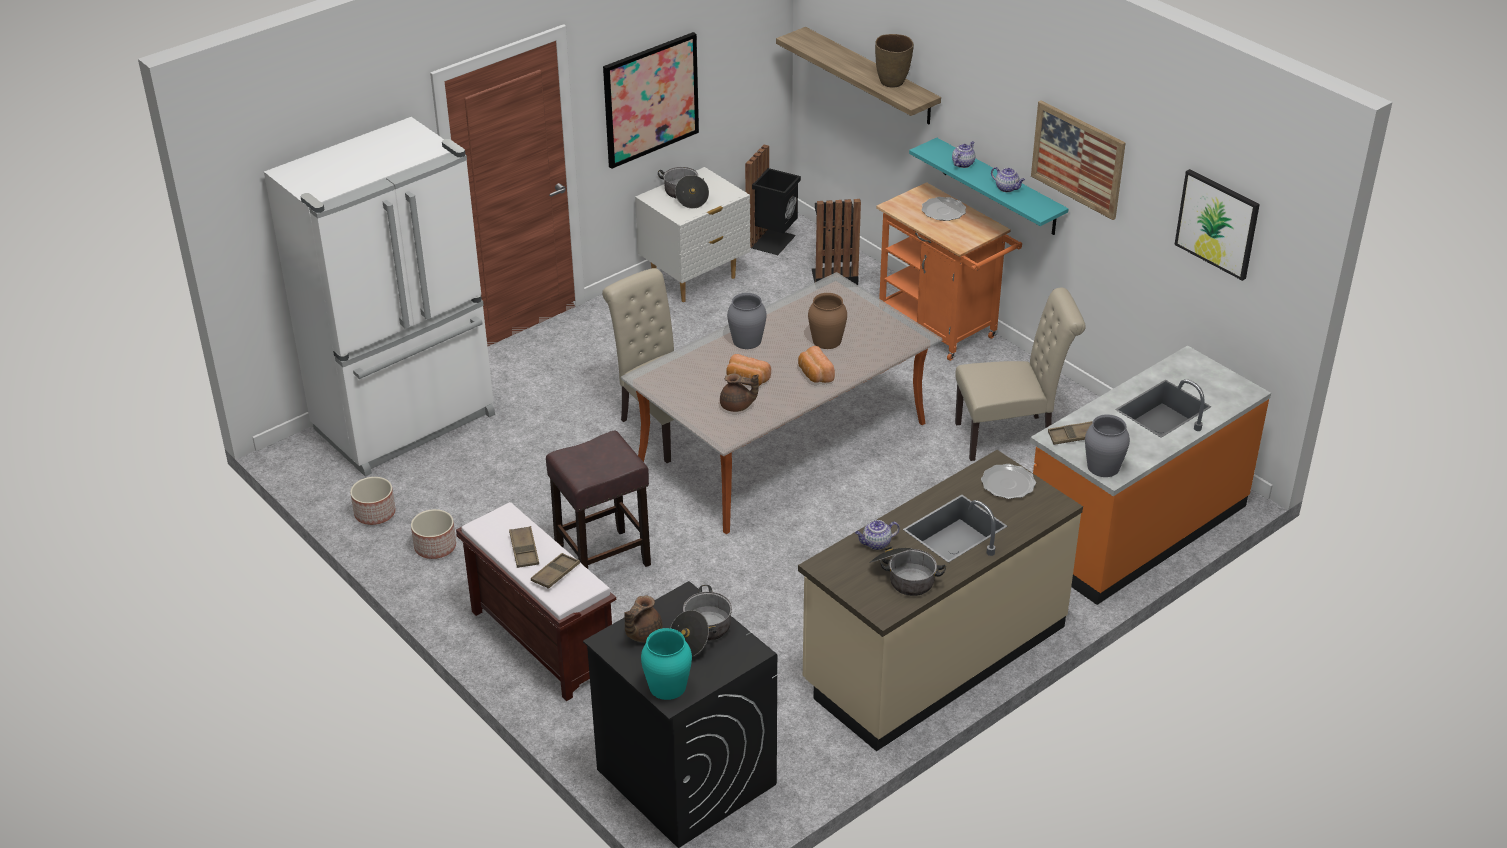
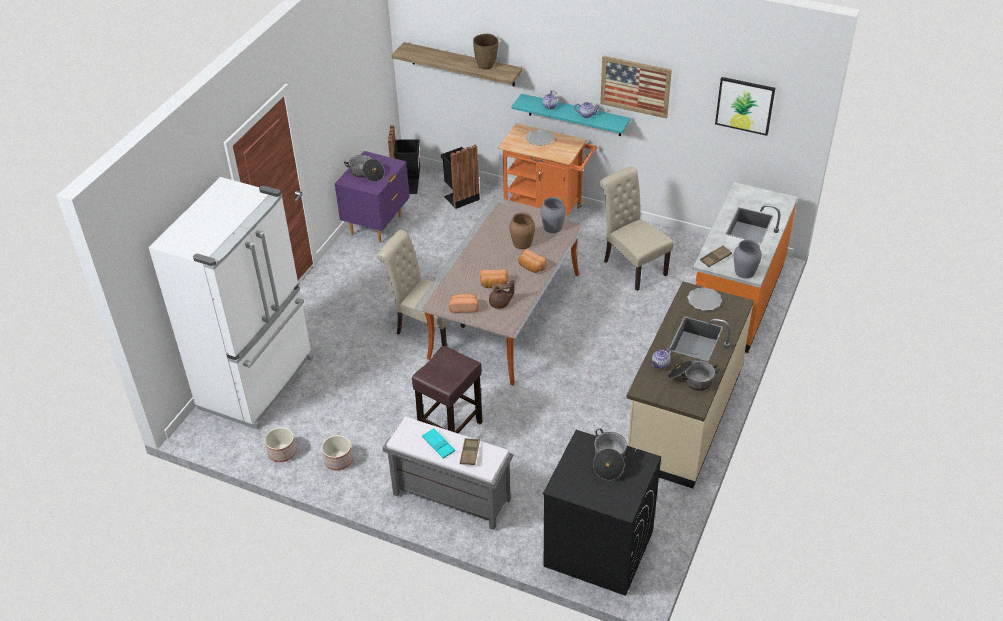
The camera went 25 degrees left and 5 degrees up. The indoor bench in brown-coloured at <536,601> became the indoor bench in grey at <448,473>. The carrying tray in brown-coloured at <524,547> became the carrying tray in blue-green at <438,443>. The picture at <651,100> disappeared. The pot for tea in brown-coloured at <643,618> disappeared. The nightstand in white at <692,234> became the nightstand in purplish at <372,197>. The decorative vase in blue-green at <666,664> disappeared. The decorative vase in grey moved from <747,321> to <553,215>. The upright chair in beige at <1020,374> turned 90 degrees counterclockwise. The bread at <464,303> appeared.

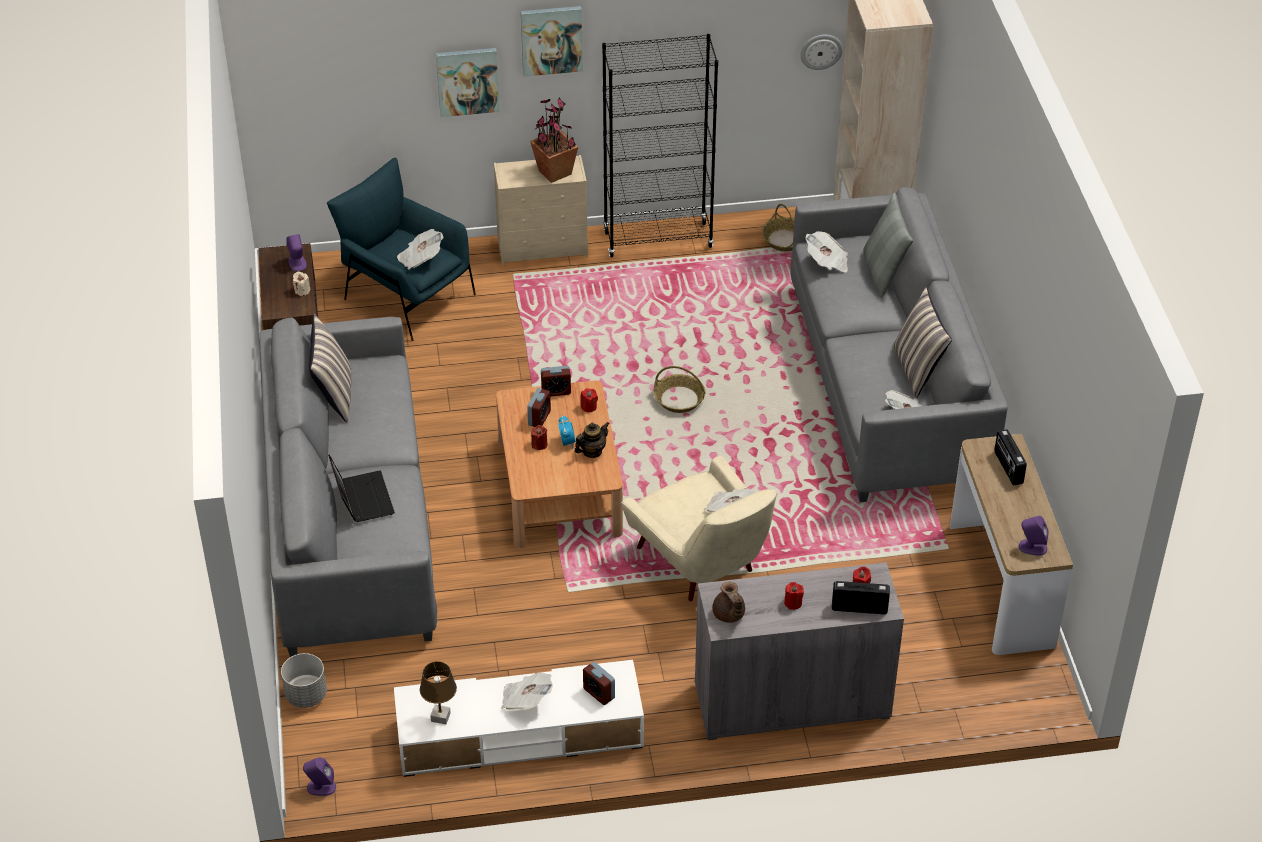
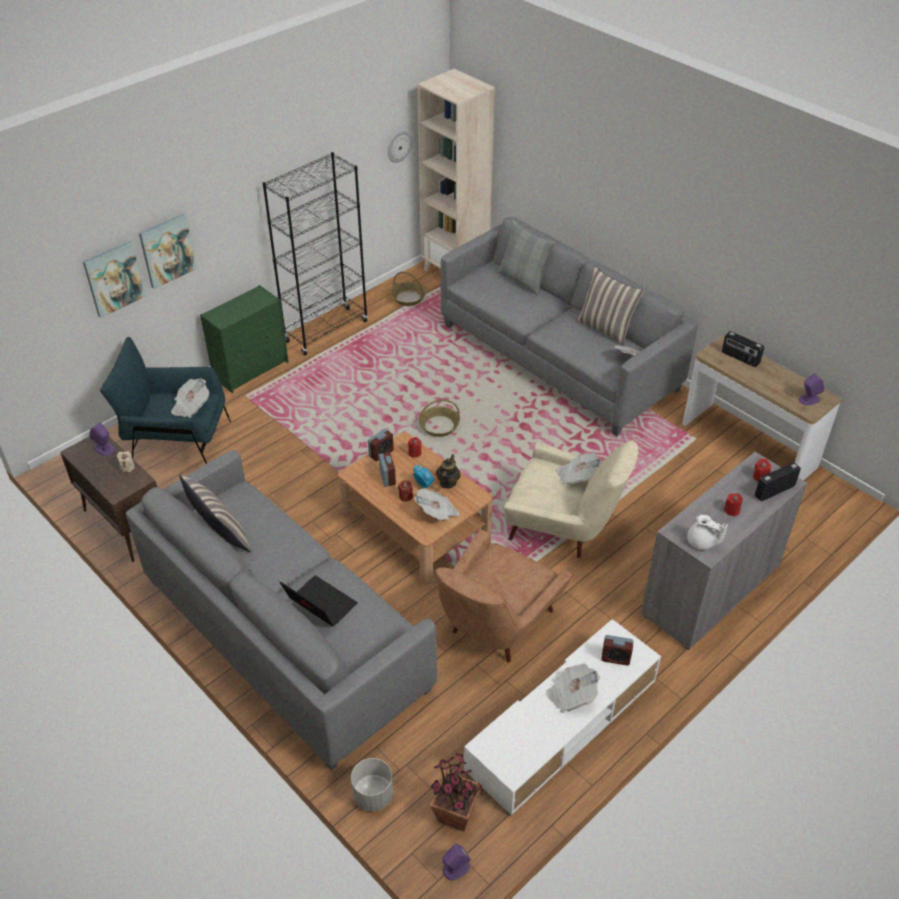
The camera went 35 degrees left and 0 degrees up. The tabletop lamp in brown-coloured at <438,692> disappeared. The chest of drawers in beige at <541,210> became the chest of drawers in green at <244,339>. The picture moved from <552,41> to <114,279>. The houseplant moved from <554,140> to <456,792>. The pot for tea in brown-coloured at <728,602> became the pot for tea in white at <707,532>. The newspaper moved from <826,251> to <437,504>. The armchair in brown-coloured at <504,596> appeared.

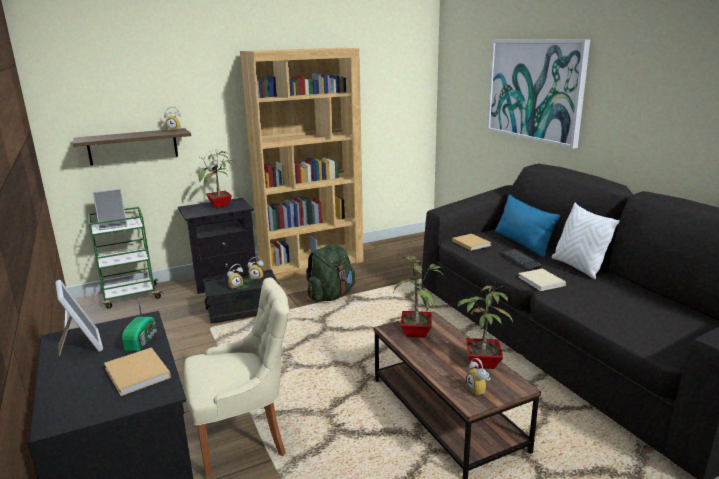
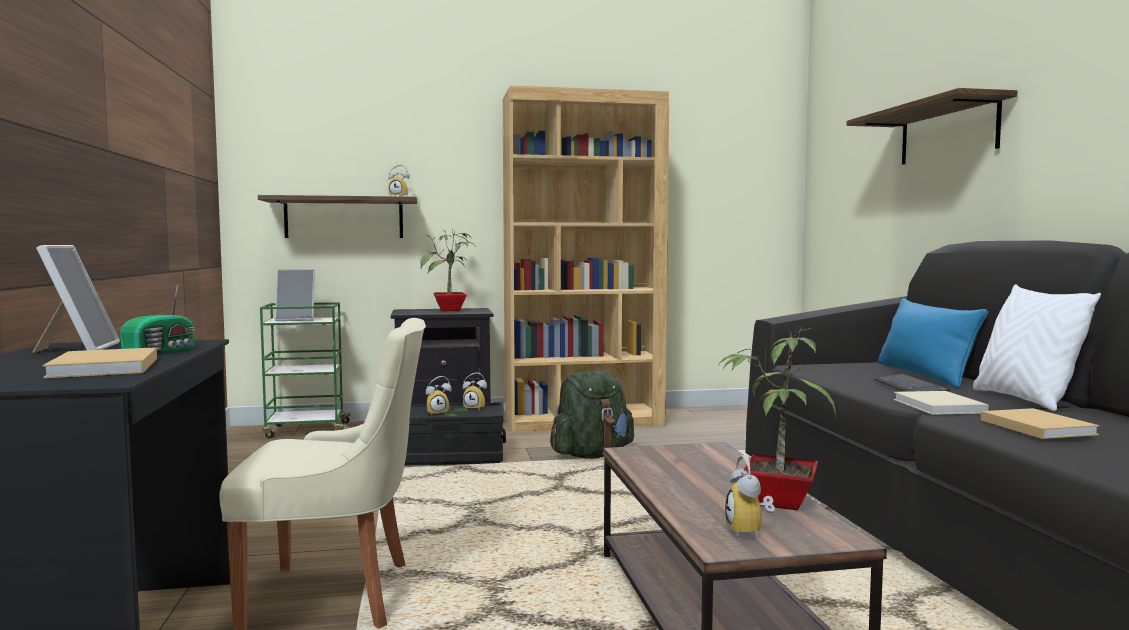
The camera went 15 degrees right and 15 degrees down. The houseplant at <418,297> disappeared. The bound book in beige moved from <471,242> to <1040,423>. The picture at <538,94> was replaced by the wall shelf at <931,126>.

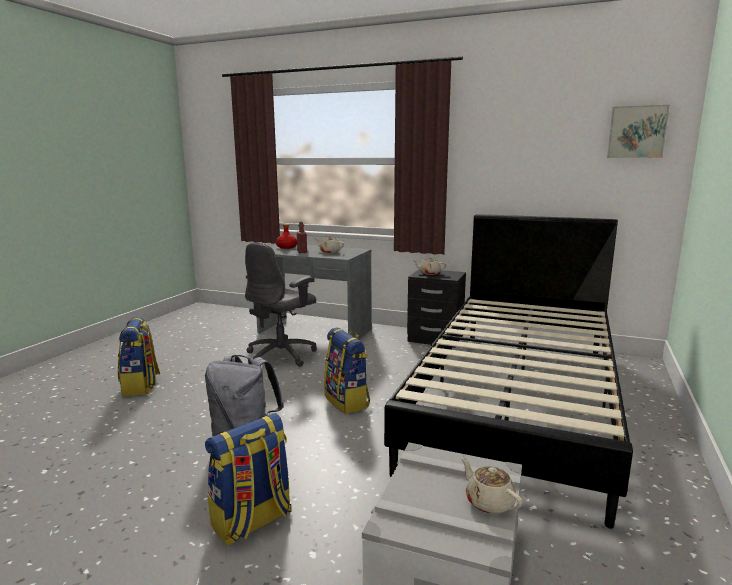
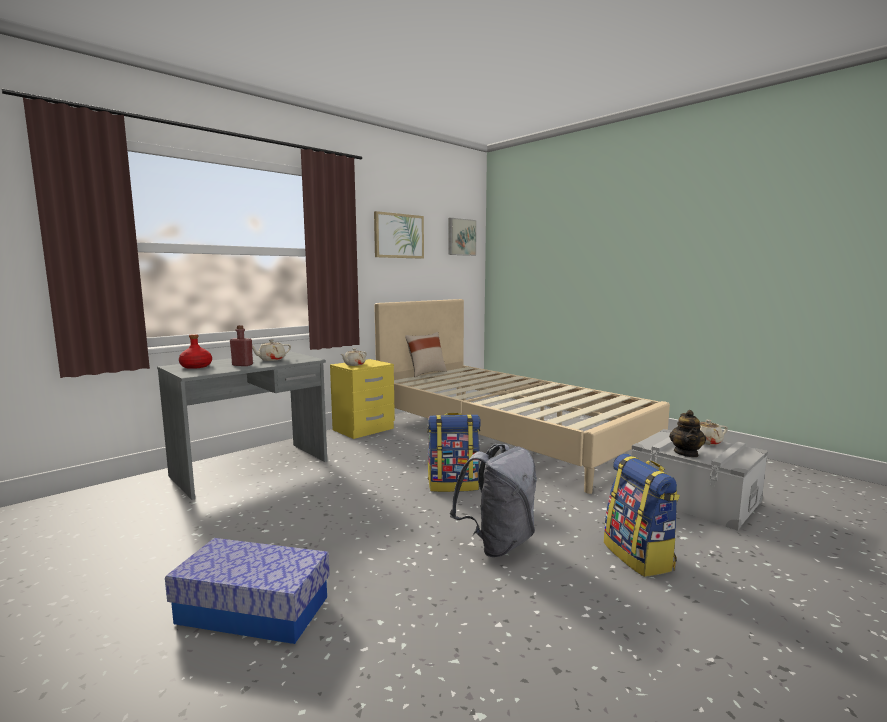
The camera went 65 degrees left and 5 degrees down. The backpack at <139,357> was replaced by the storage container at <247,591>. The computer chair in grey at <281,305> disappeared. The sleeping bed in black at <508,371> became the sleeping bed in beige at <522,396>. The nightstand in black at <436,308> became the nightstand in yellowish at <362,399>. The picture at <399,235> appeared. The pillow in beige at <426,354> appeared. The pot for tea at <687,433> appeared.

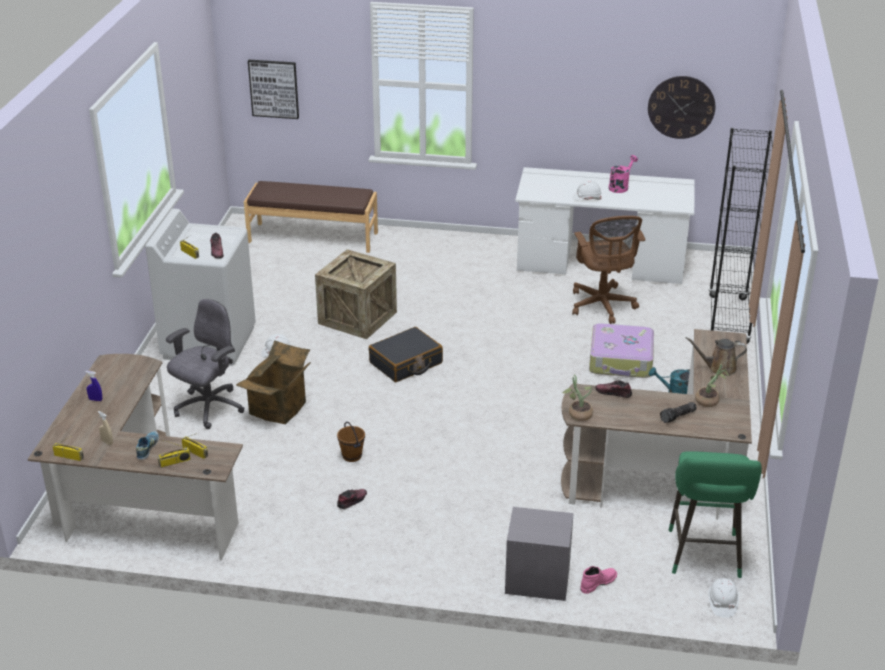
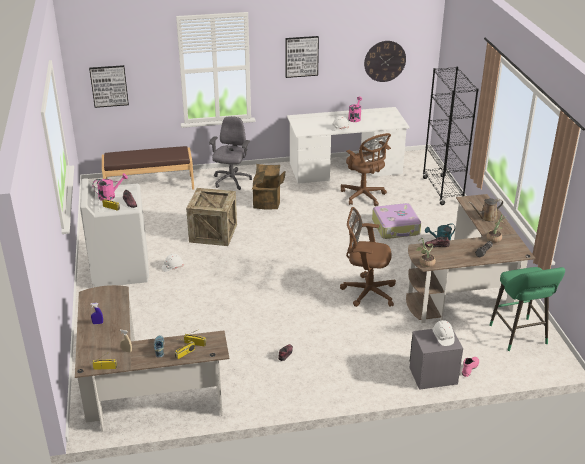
The camera went 20 degrees left and 0 degrees up. The computer chair in grey moved from <205,364> to <230,153>. The packing box moved from <273,382> to <268,186>. The water bucket in brown-coloured at <351,442> disappeared. The piece of luggage in black at <406,354> disappeared. The hard hat in white moved from <723,598> to <443,333>. The watering pot in pinkish at <110,187> appeared. The picture at <302,57> appeared. The computer chair in brown-coloured at <368,257> appeared.

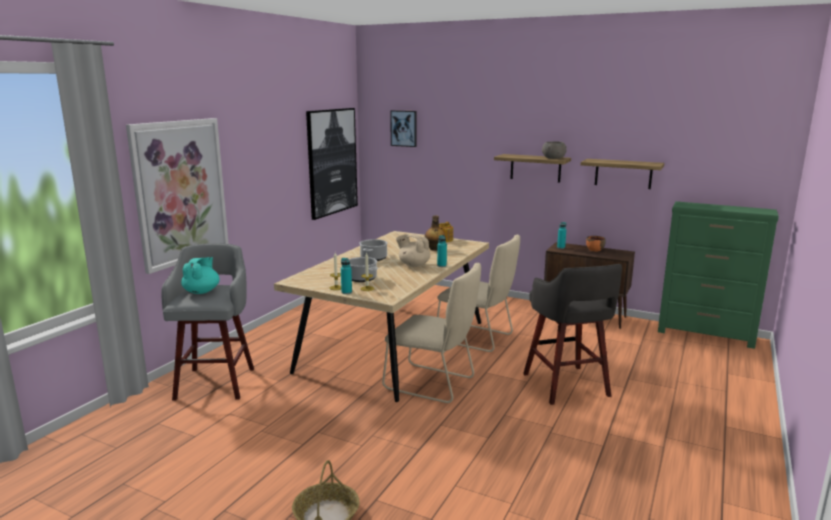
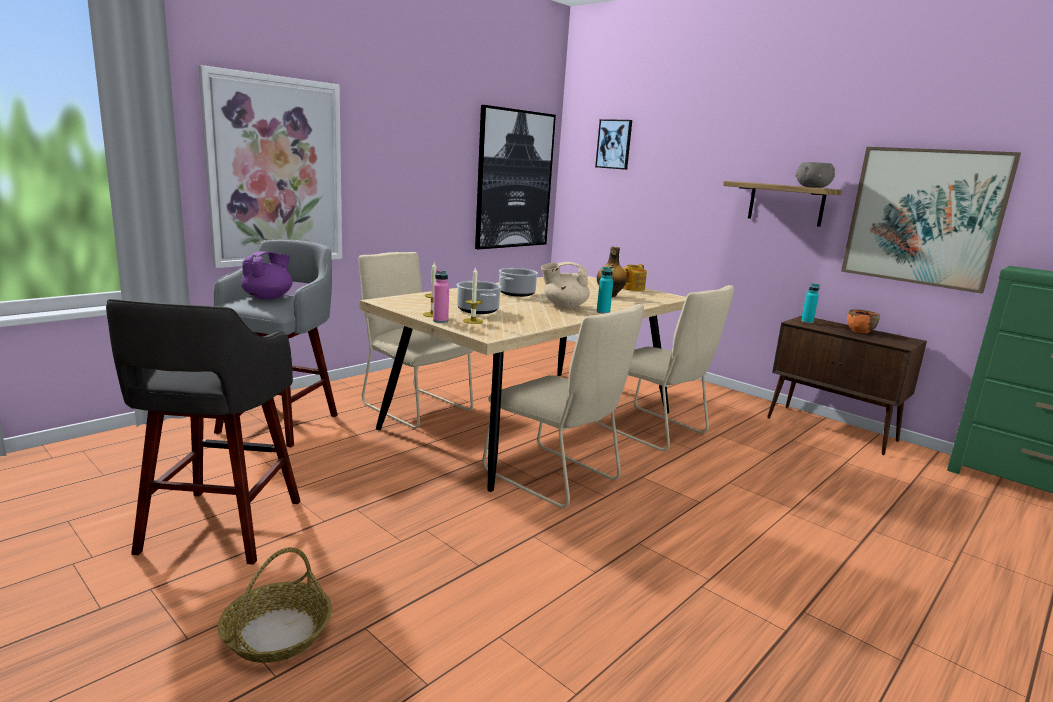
The camera went 15 degrees right and 0 degrees up. The pot for tea in blue-green at <200,275> became the pot for tea in purplish at <266,275>. The bottle in blue-green at <346,276> became the bottle in pinkish at <441,296>. The pot for tea in beige at <413,250> turned 45 degrees counterclockwise. The sitting stool in grey moved from <572,334> to <203,431>. The wall shelf at <622,174> was replaced by the picture at <931,220>. The upright chair in beige at <415,340> appeared.

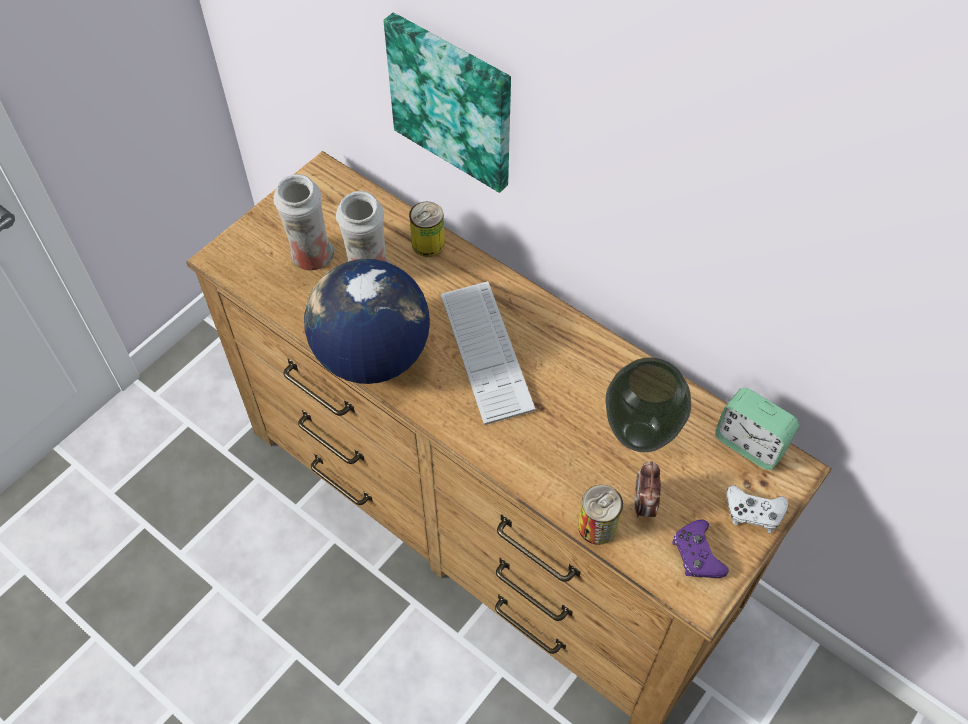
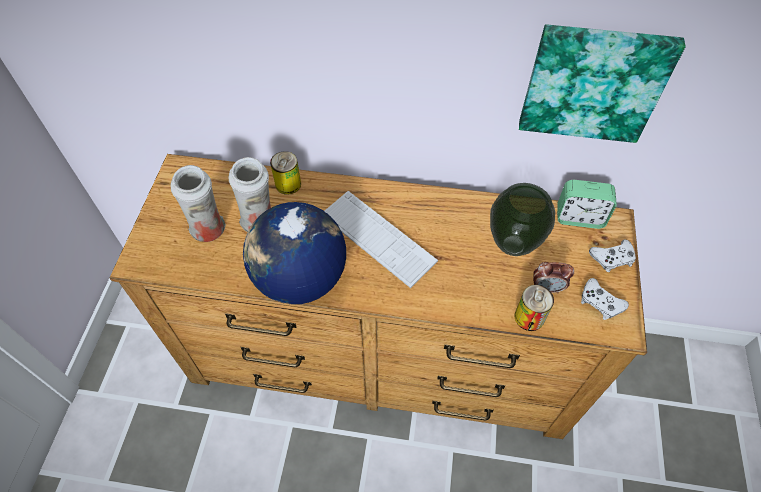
The camera went 30 degrees left and 0 degrees up. The picture moved from <447,102> to <602,84>. The table clock at <647,489> turned 60 degrees counterclockwise. The gamepad in purplish at <700,549> became the gamepad in white at <605,299>.

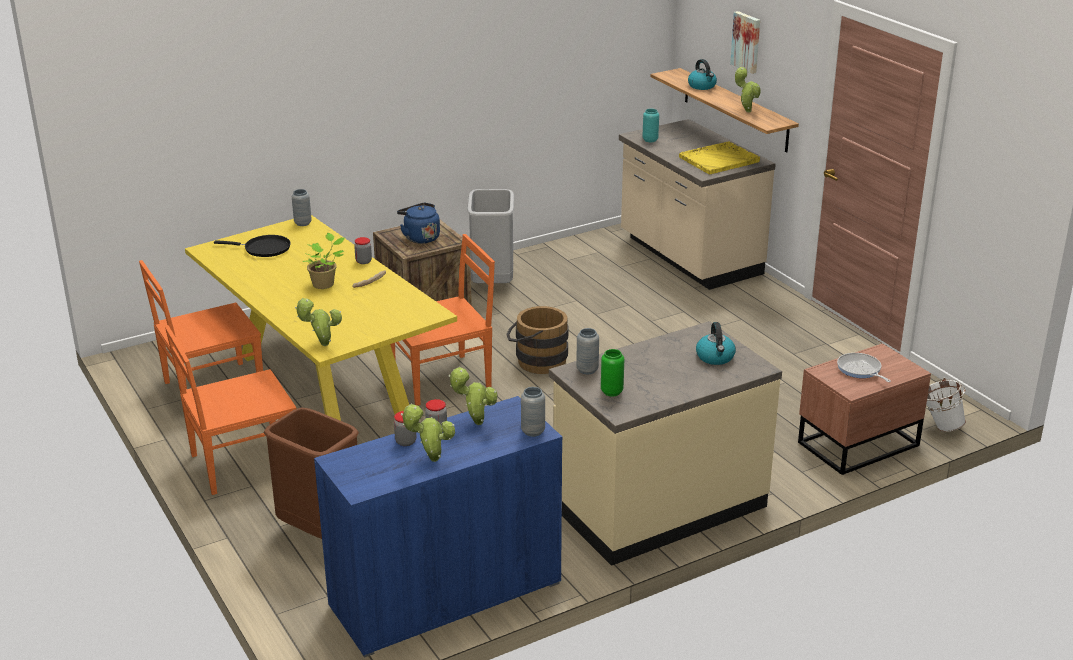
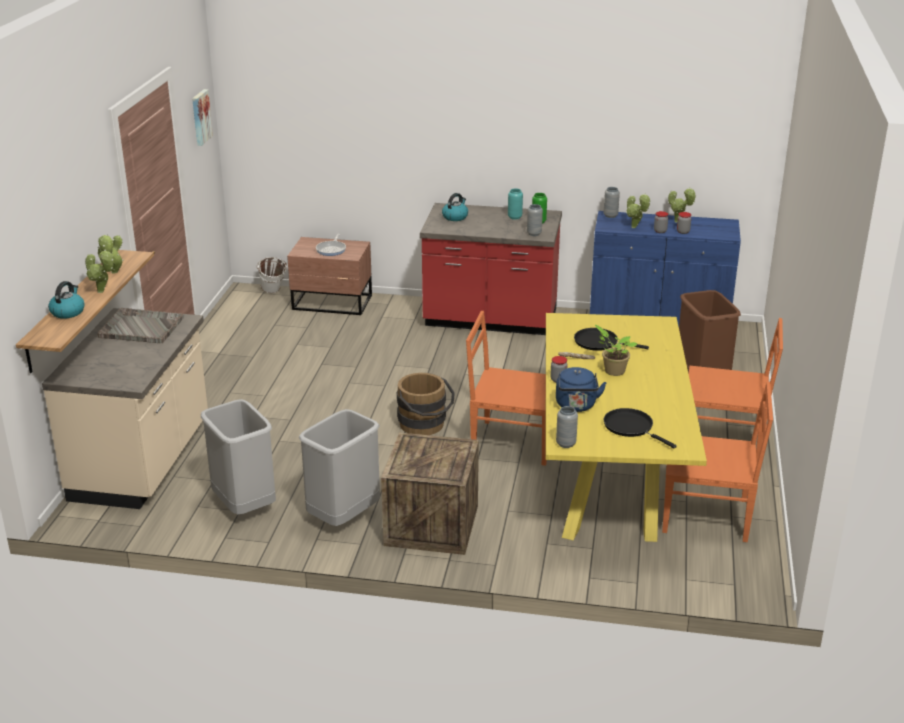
The camera went 140 degrees left and 0 degrees up. The houseplant moved from <318,322> to <99,271>. The kettle in blue moved from <418,223> to <581,389>. The counter in beige at <665,443> became the counter in red at <491,269>. The decorative vase in blue-green moved from <650,125> to <515,204>. The carrying tray in yellowish at <719,158> became the carrying tray in grey at <140,325>. The picture moved from <745,42> to <202,117>. The trash can in grey at <238,457> appeared. The frying pan in black at <611,339> appeared.

